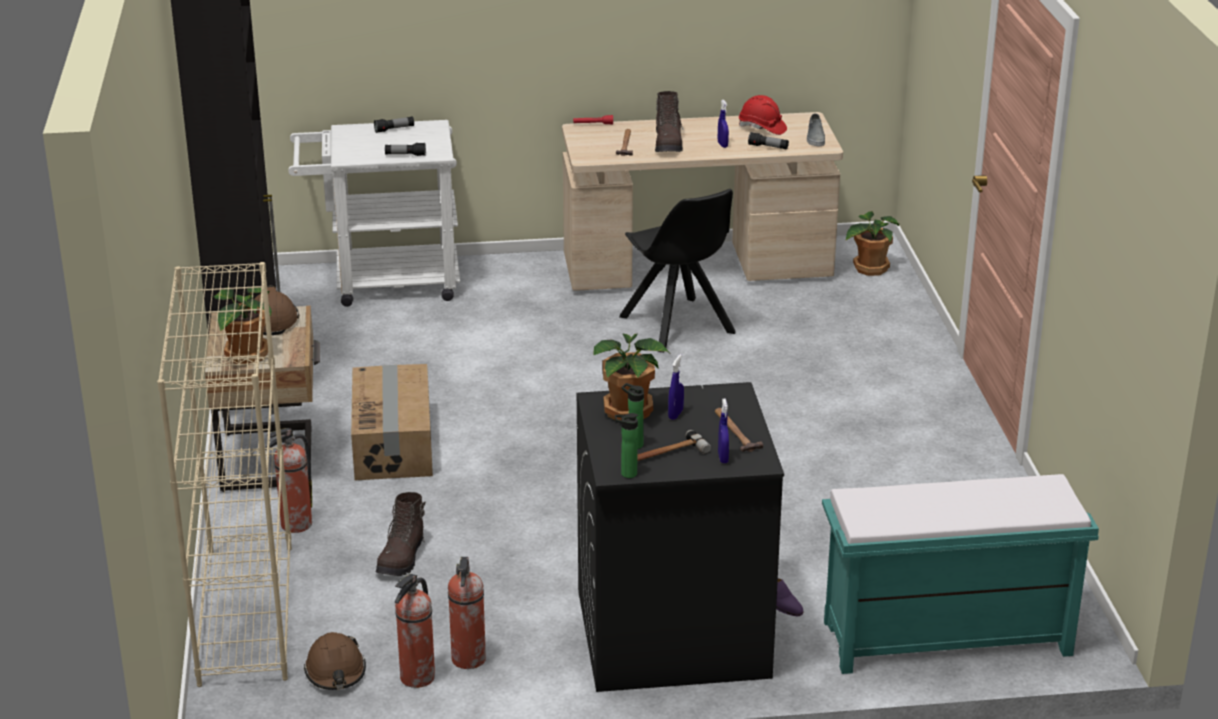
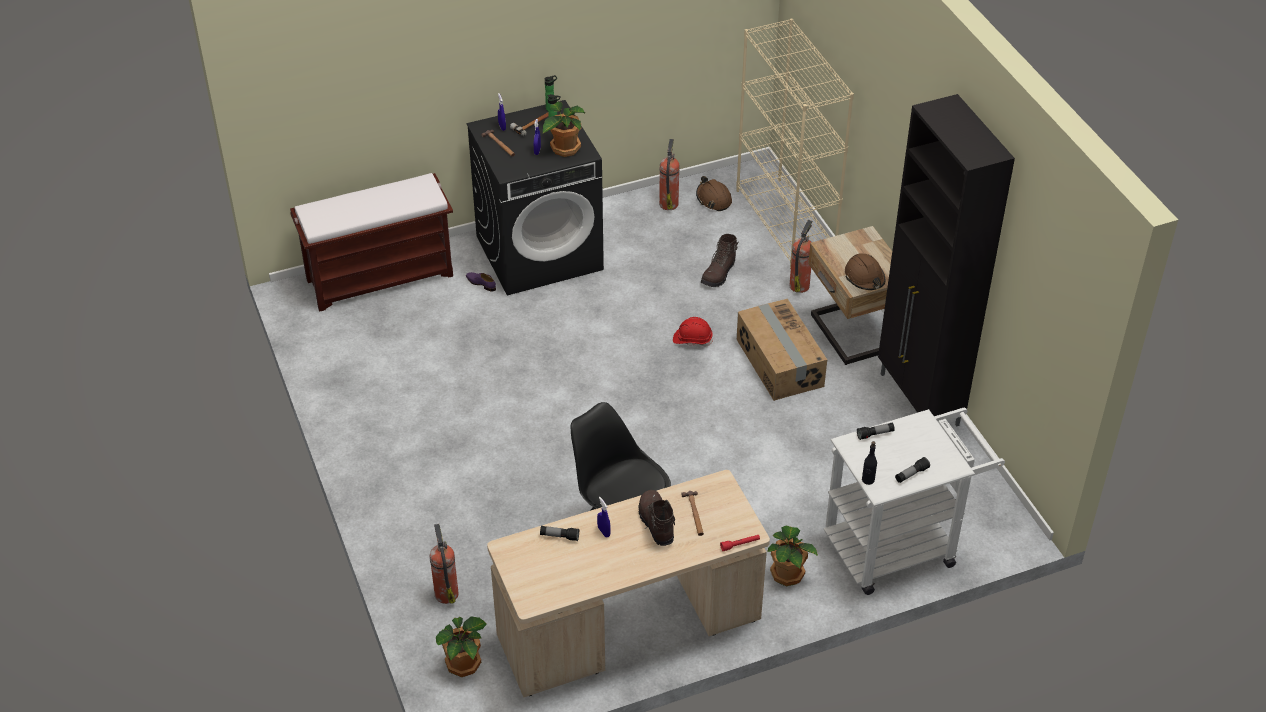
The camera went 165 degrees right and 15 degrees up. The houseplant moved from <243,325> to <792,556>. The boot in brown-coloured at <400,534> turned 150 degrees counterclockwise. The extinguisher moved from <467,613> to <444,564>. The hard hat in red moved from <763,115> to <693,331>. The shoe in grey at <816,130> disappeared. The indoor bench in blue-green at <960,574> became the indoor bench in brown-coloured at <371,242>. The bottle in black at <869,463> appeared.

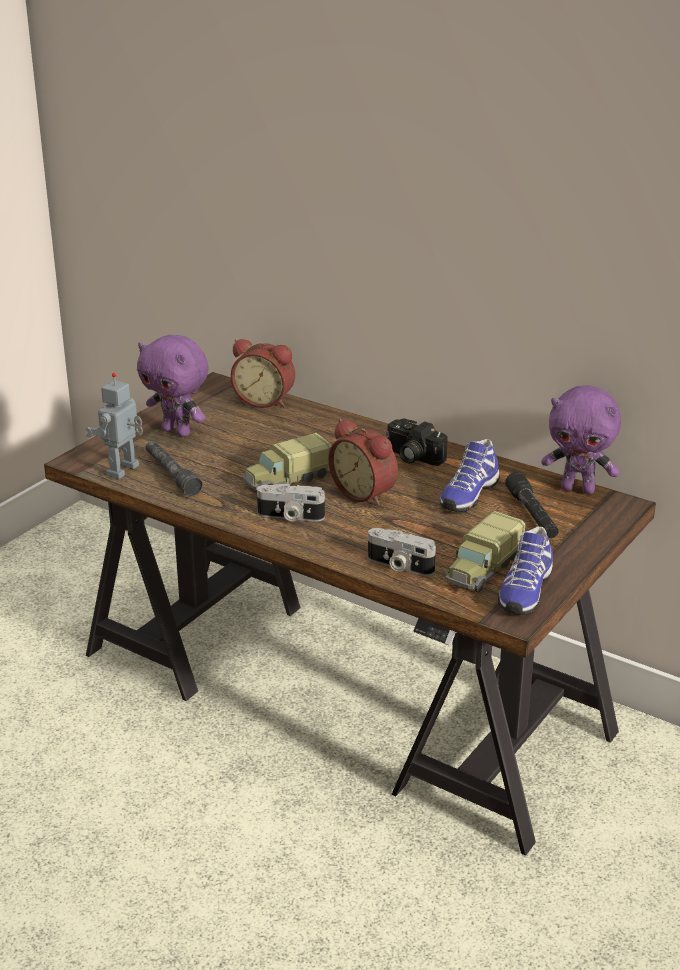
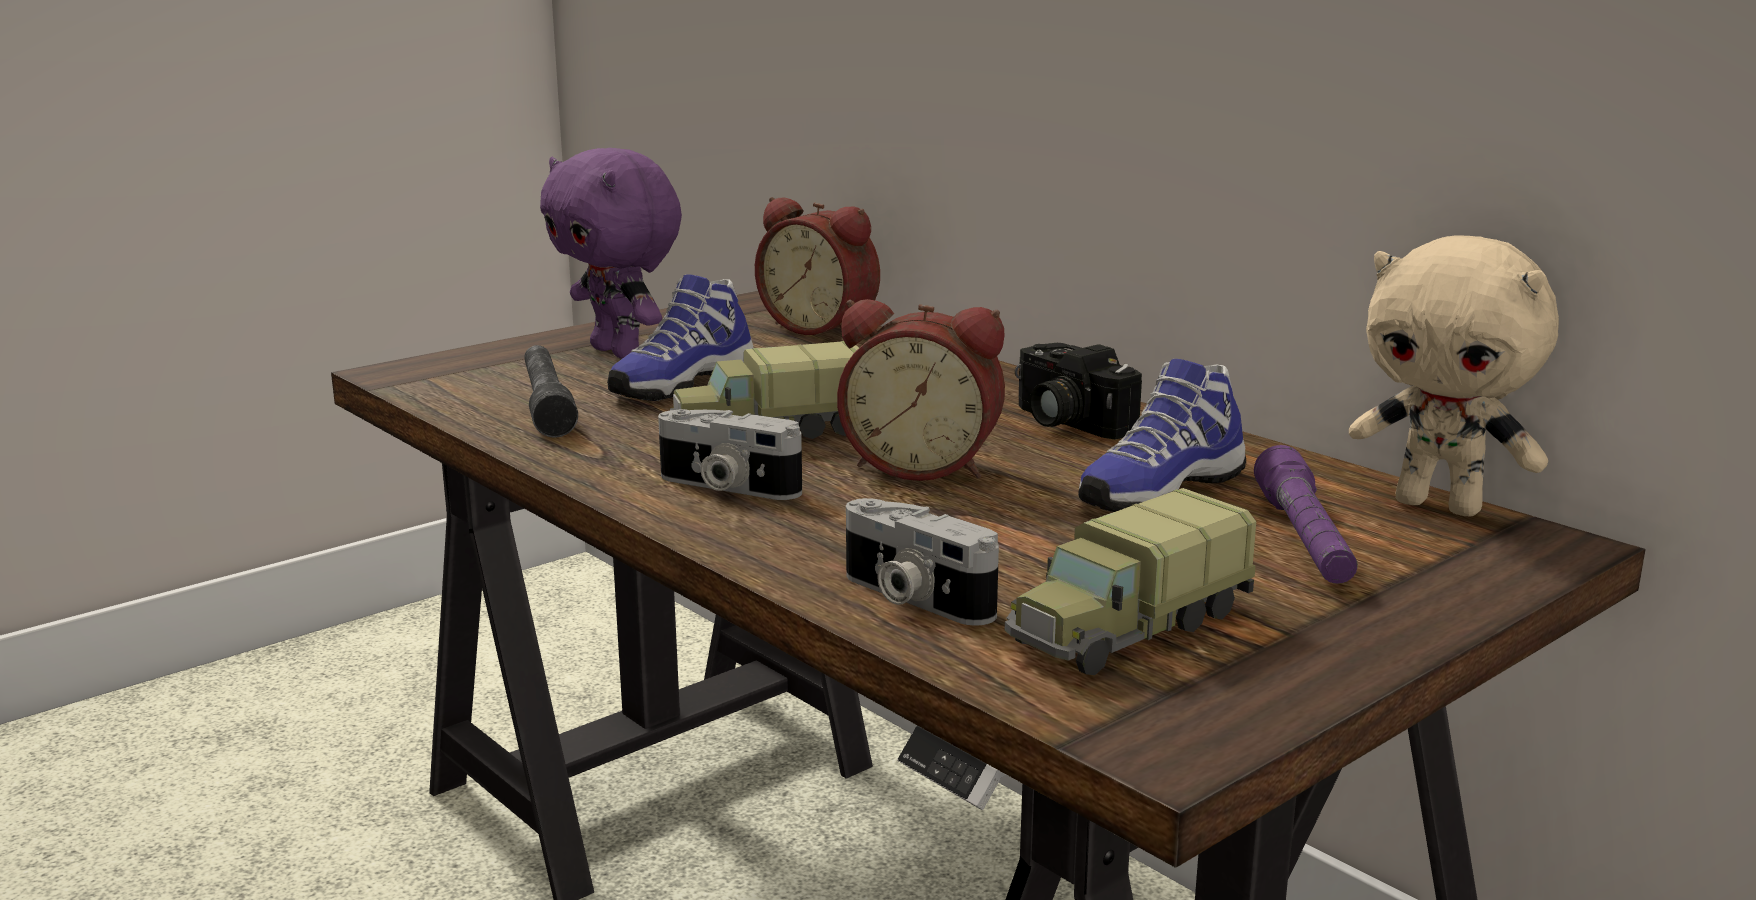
The camera went 15 degrees right and 10 degrees down. The toy robot at <114,426> disappeared. The table clock at <363,462> turned 45 degrees counterclockwise. The shoe moved from <525,571> to <680,337>. The hand torch in black at <532,505> became the hand torch in purplish at <1306,514>. The cuddly toy in purplish at <581,439> became the cuddly toy in beige at <1454,376>.

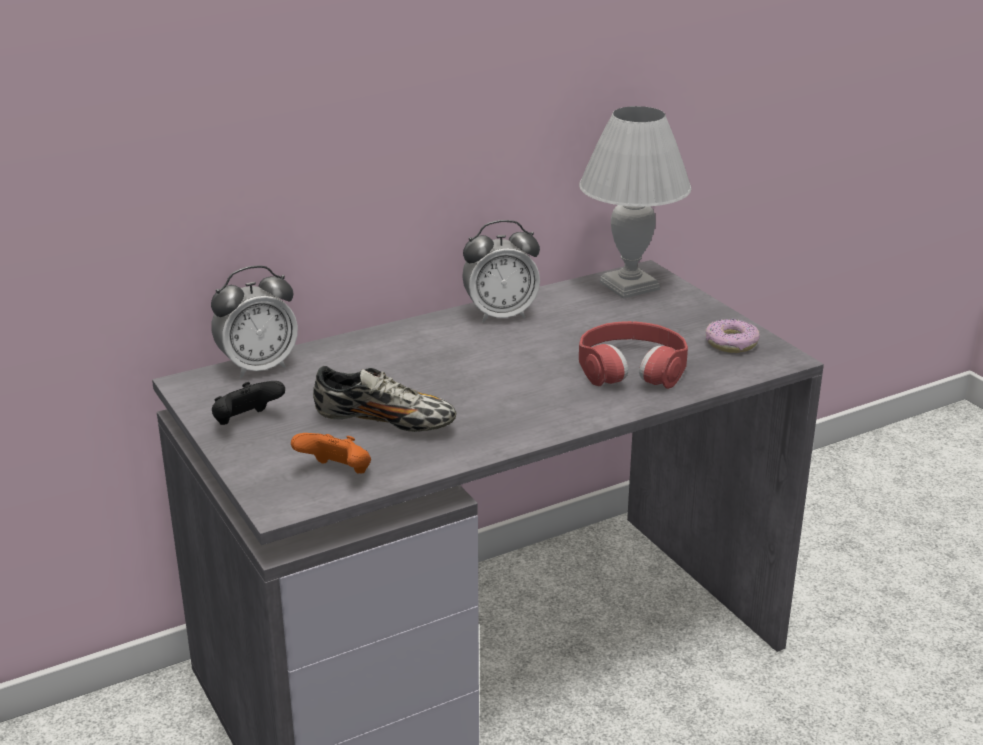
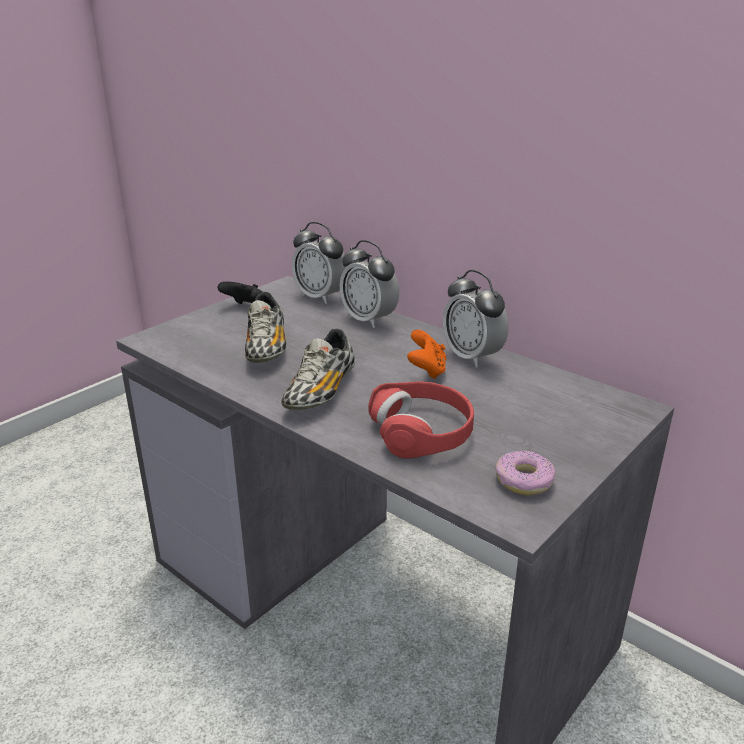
The camera went 70 degrees right and 0 degrees up. The gamepad in orange moved from <331,453> to <426,354>. The tabletop lamp in white at <635,202> disappeared. The shoe at <318,369> appeared. The table clock at <369,284> appeared.

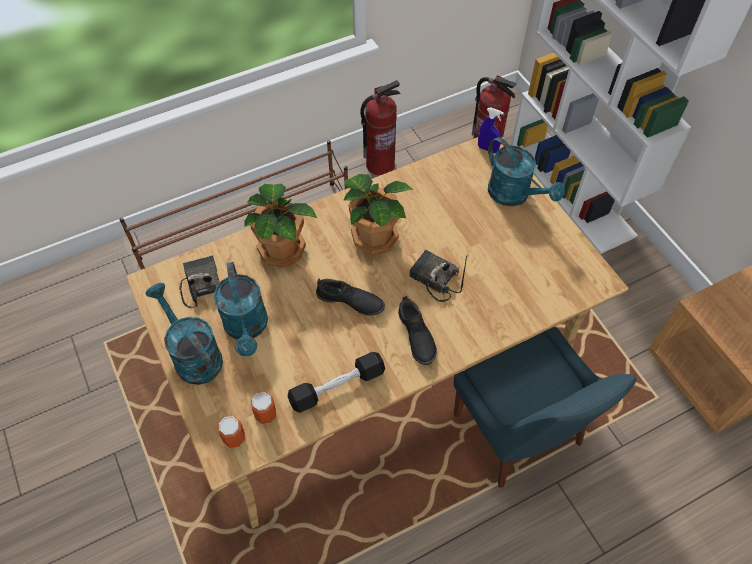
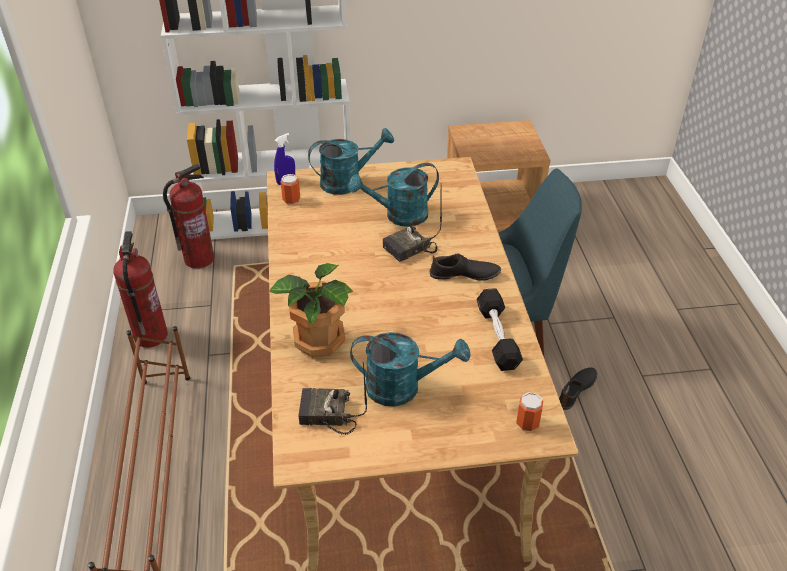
The camera went 70 degrees left and 15 degrees down. The watering pot in blue-green moved from <184,334> to <393,195>. The can moved from <263,408> to <290,189>. The shoe in black moved from <350,297> to <578,388>. The houseplant at <378,214> disappeared.

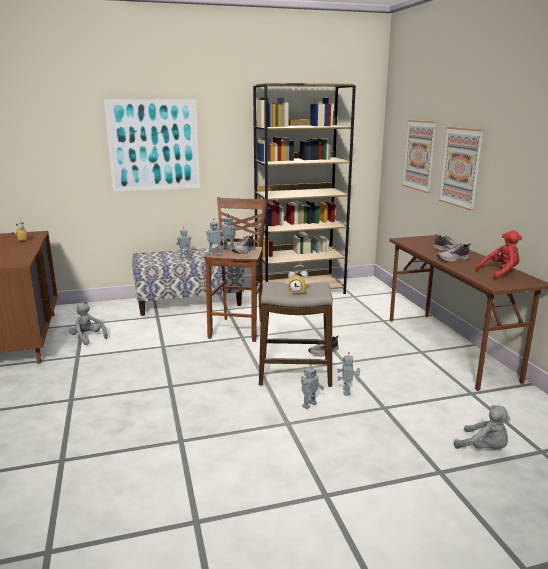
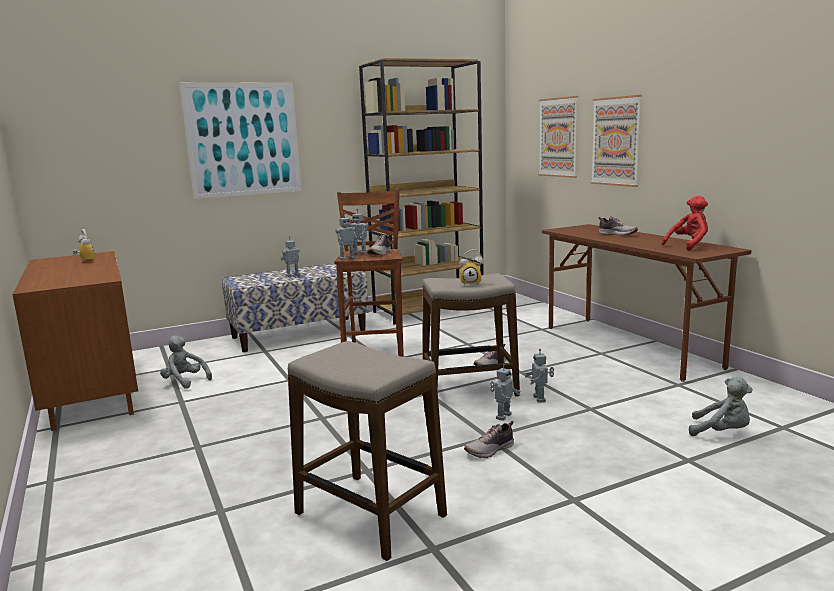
The camera went 10 degrees left and 5 degrees down. The shoe moved from <453,252> to <489,439>. The sitting stool at <367,451> appeared.

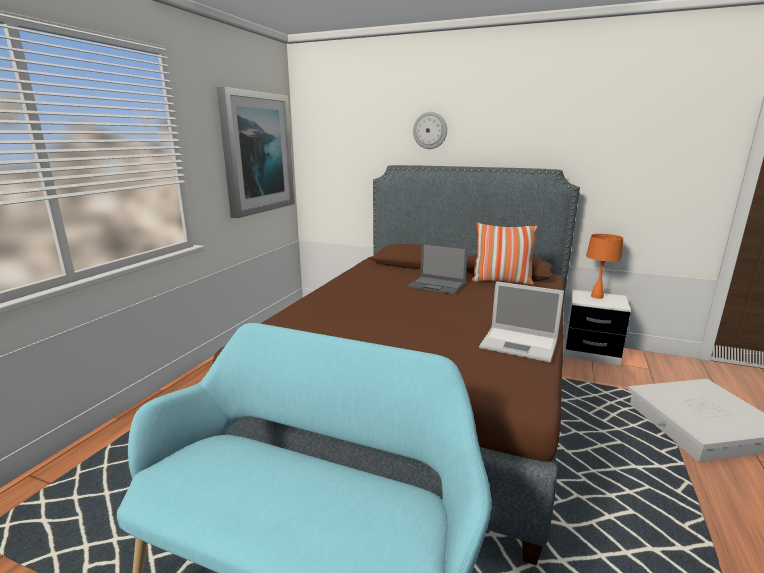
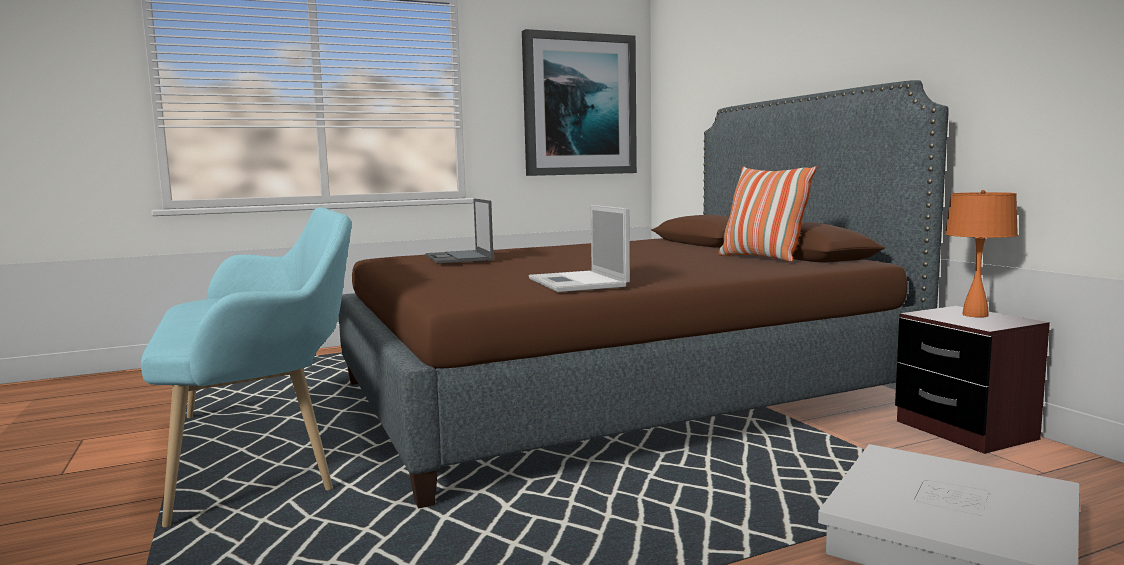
The camera went 45 degrees right and 10 degrees down. The laptop moved from <437,268> to <459,231>. The wall clock at <430,130> disappeared. The nightstand in white at <597,328> became the nightstand in brown-coloured at <972,380>.

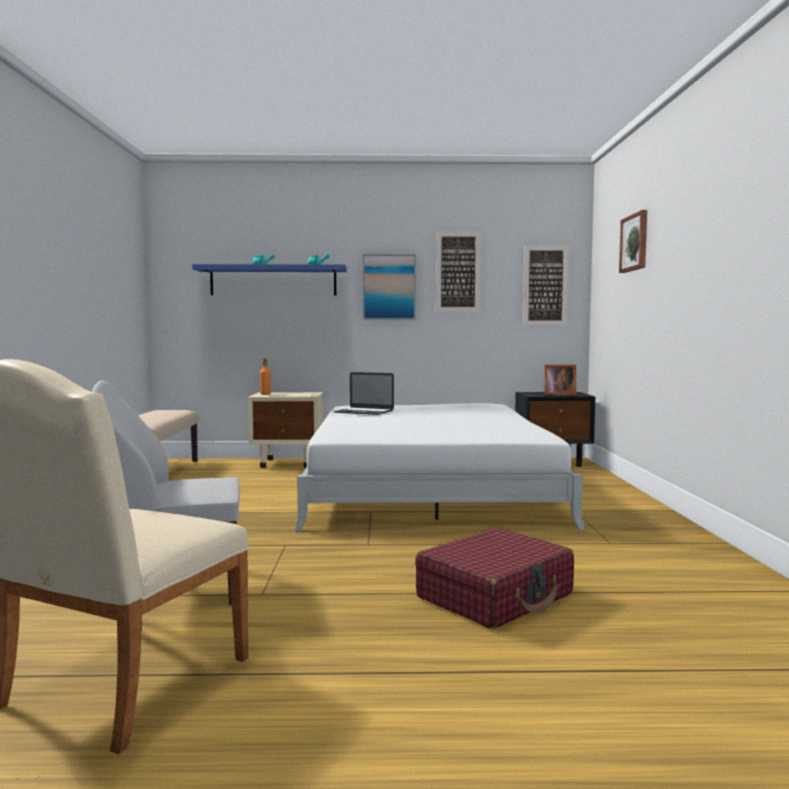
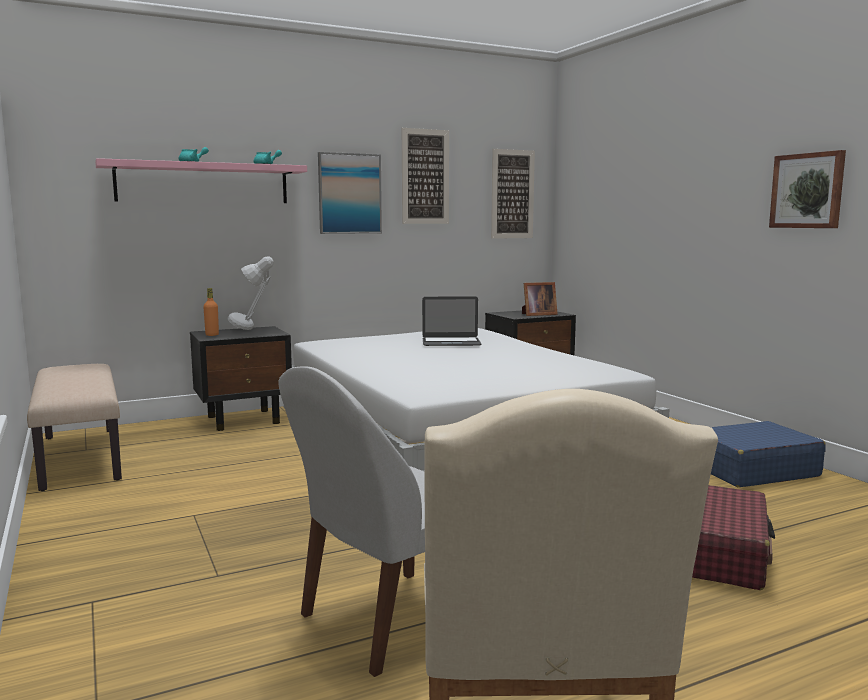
The camera went 25 degrees left and 5 degrees up. The wall shelf in blue at <269,279> became the wall shelf in pinkish at <201,180>. The nightstand in beige at <285,430> became the nightstand in black at <241,378>. The laptop moved from <364,393> to <451,321>. The picture moved from <633,241> to <807,189>. The tabletop lamp in grey at <251,293> appeared. The piece of luggage in blue at <768,454> appeared.

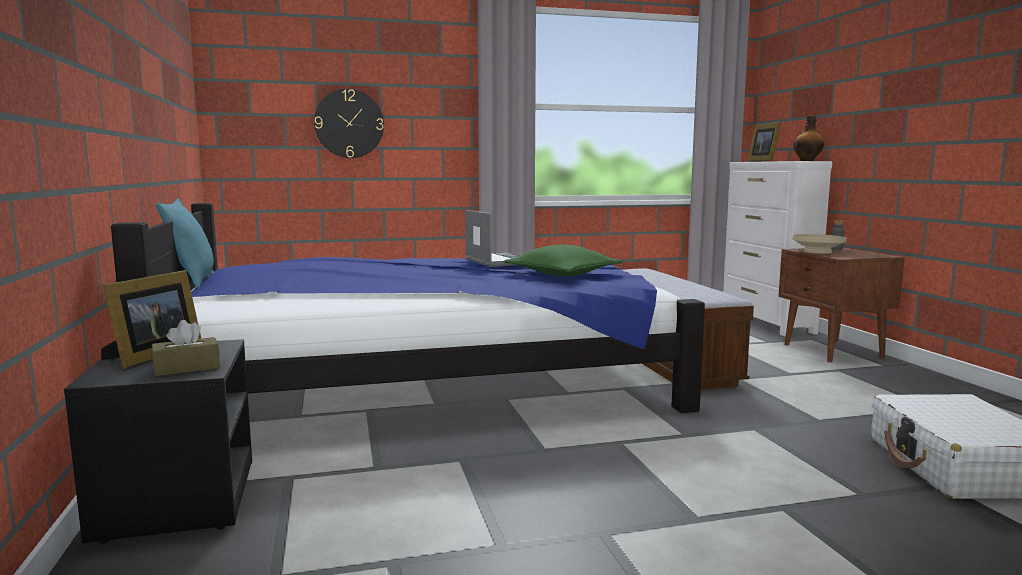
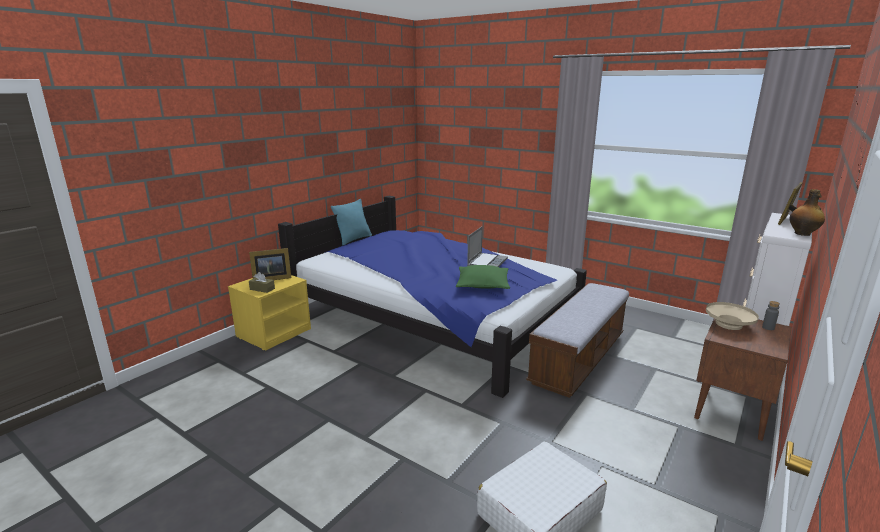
The camera went 50 degrees right and 10 degrees up. The nightstand in black at <158,441> became the nightstand in yellowish at <269,312>. The wall clock at <349,123> disappeared.

